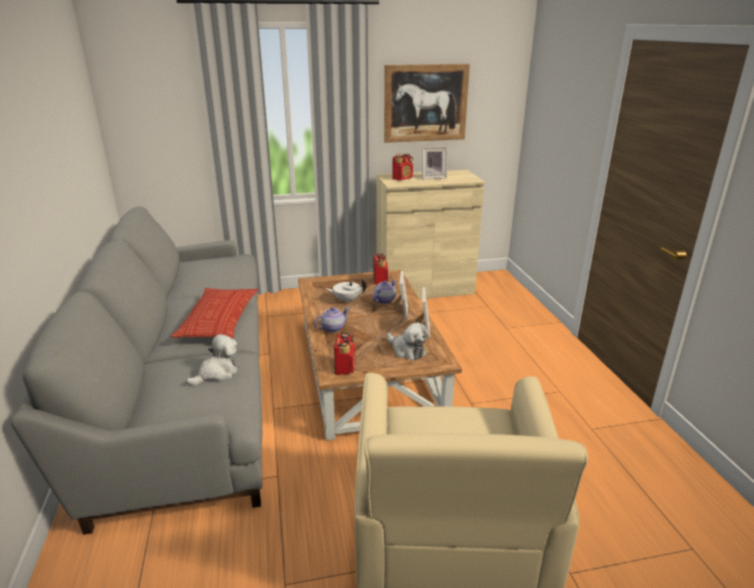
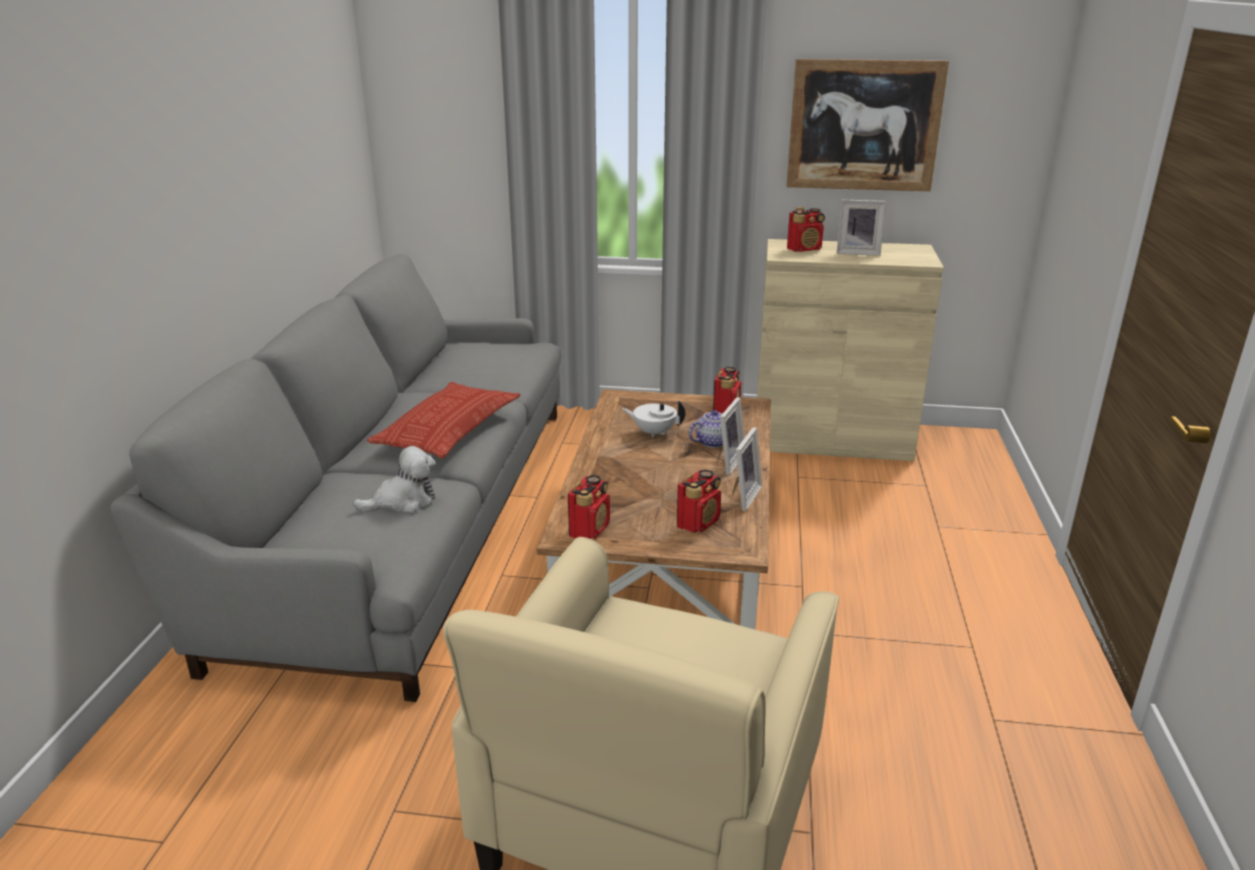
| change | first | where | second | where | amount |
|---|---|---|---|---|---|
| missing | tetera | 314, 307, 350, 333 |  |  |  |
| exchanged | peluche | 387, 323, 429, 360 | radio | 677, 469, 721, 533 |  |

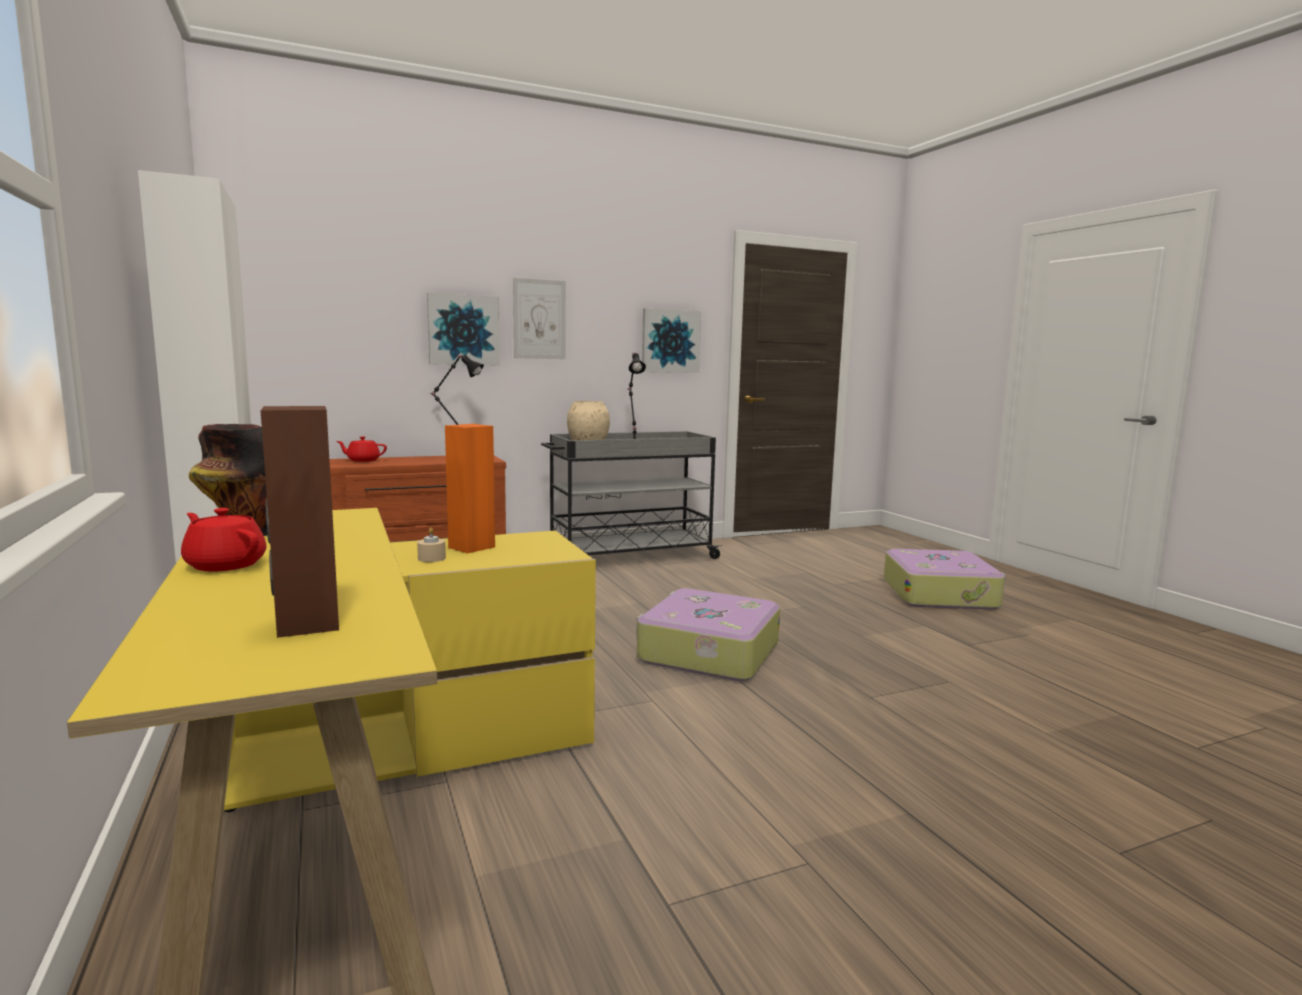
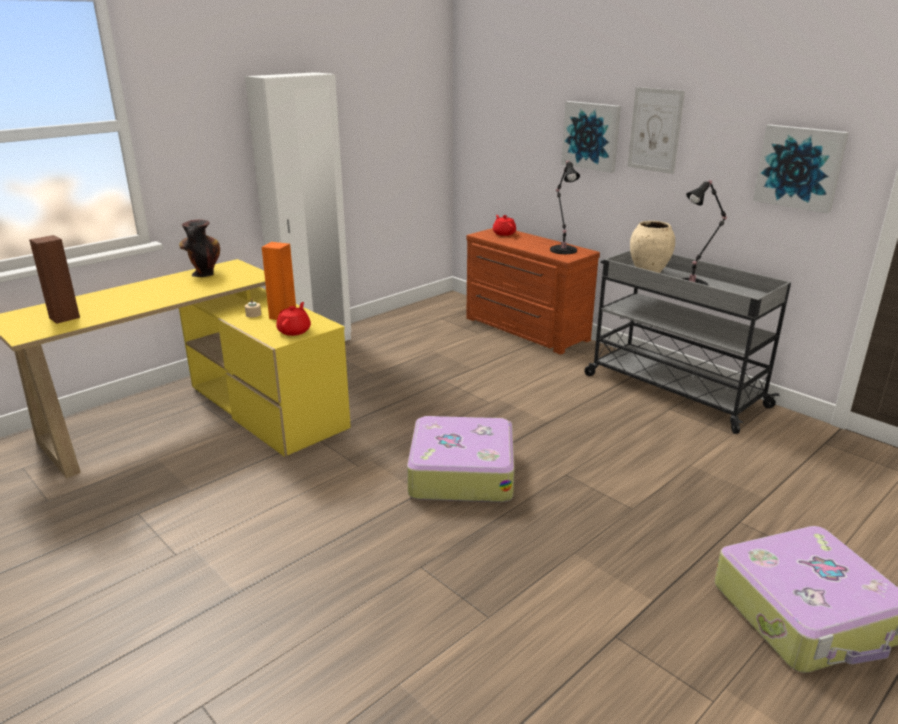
| change | first | where | second | where | amount |
|---|---|---|---|---|---|
| relocated | tetera (rojo) | 181, 508, 267, 571 |  | 276, 302, 311, 336 |  |

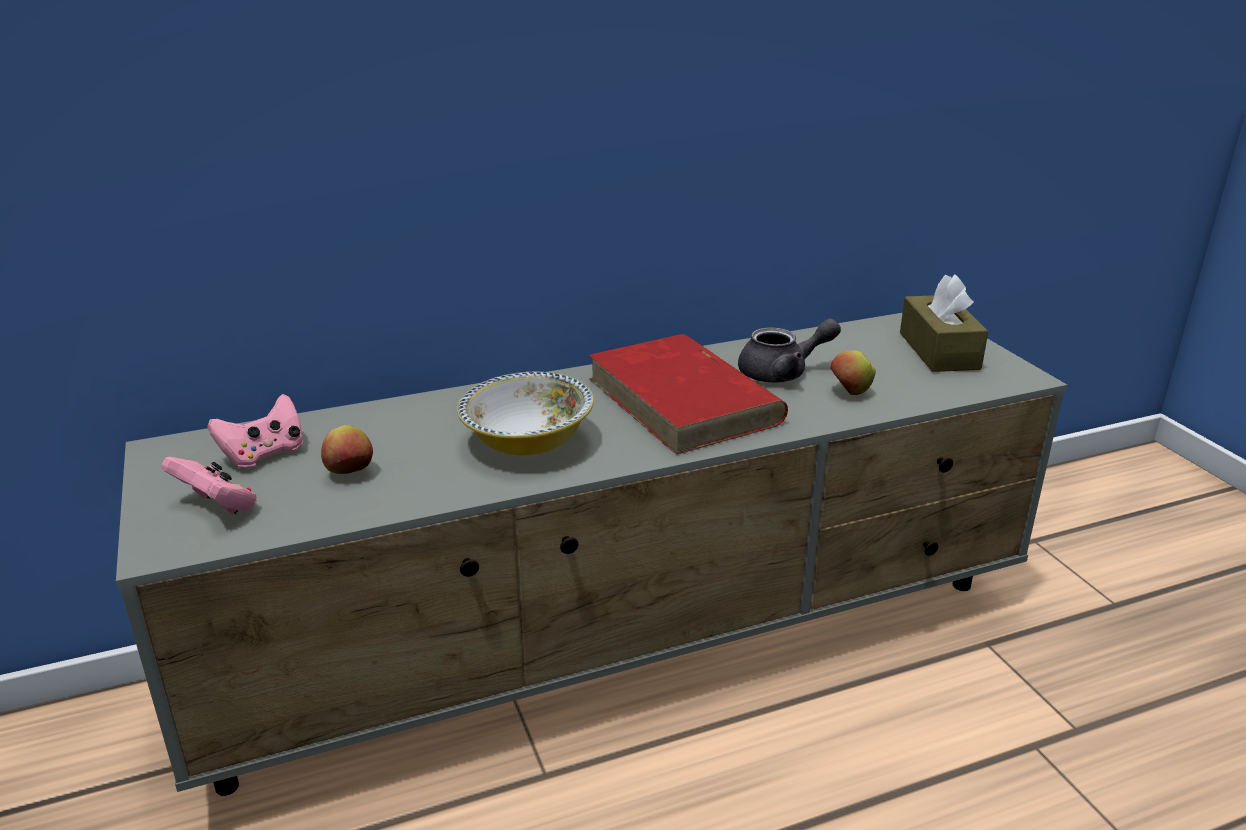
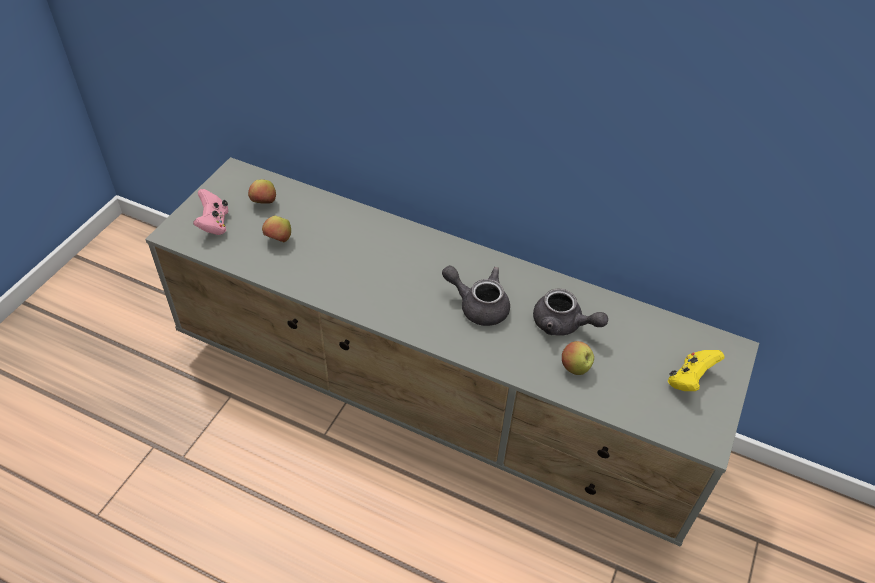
| change | first | where | second | where | amount |
|---|---|---|---|---|---|
| exchanged | mando de consola (rosa) | 207, 394, 304, 469 | manzana | 248, 179, 276, 203 |  |
| missing | cuenco | 457, 372, 594, 456 |  |  |  |
| exchanged | libro (rojo) | 589, 334, 788, 455 | tetera (gris) | 442, 265, 510, 326 |  |
| exchanged | caja de pañuelos (marrón) | 900, 274, 988, 372 | mando de consola (amarillo) | 668, 350, 724, 391 |  |

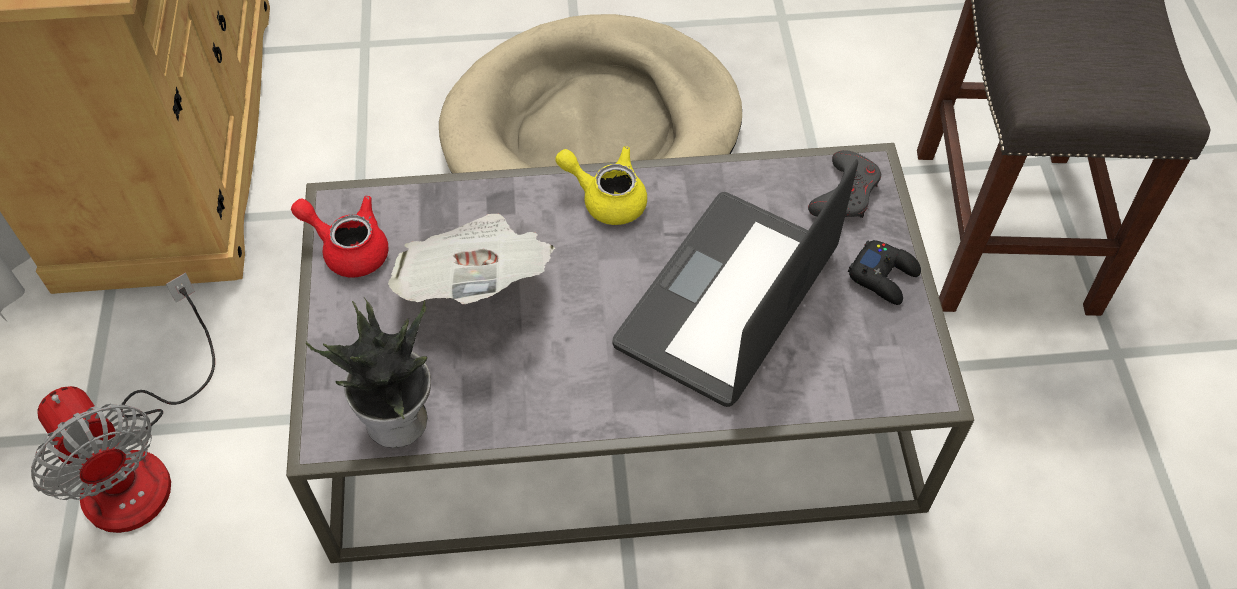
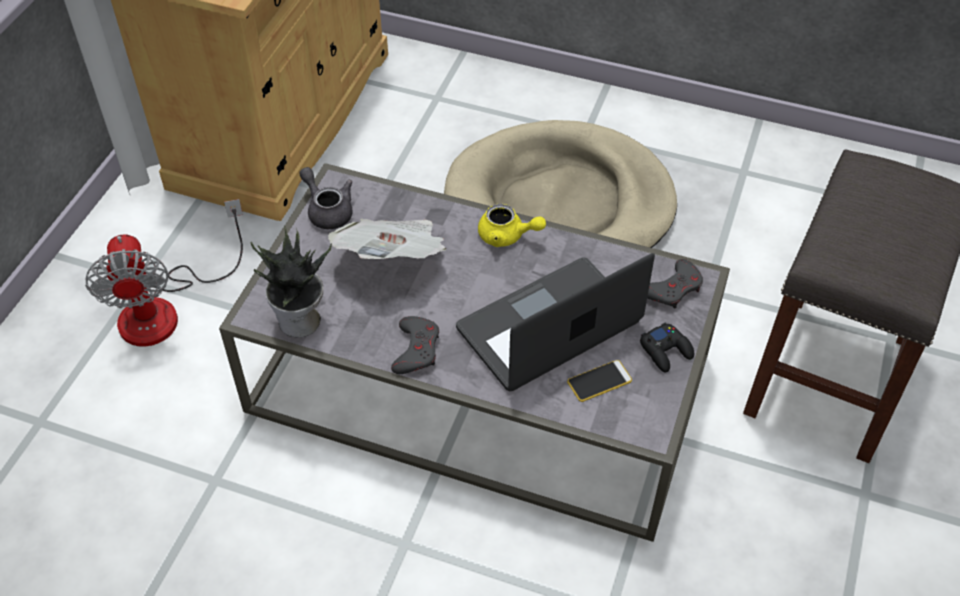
| change | first | where | second | where | amount |
|---|---|---|---|---|---|
| colour | tetera (rojo) | 291, 196, 389, 277 | tetera (gris) | 299, 167, 353, 229 |  |
| spun | tetera (amarillo) | 555, 146, 647, 225 |  | 478, 204, 546, 247 | 150 degrees clockwise |
| appeared |  |  | mando de consola (gris) | 391, 316, 439, 374 |  |
| appeared |  |  | móvil | 567, 360, 632, 402 |  |

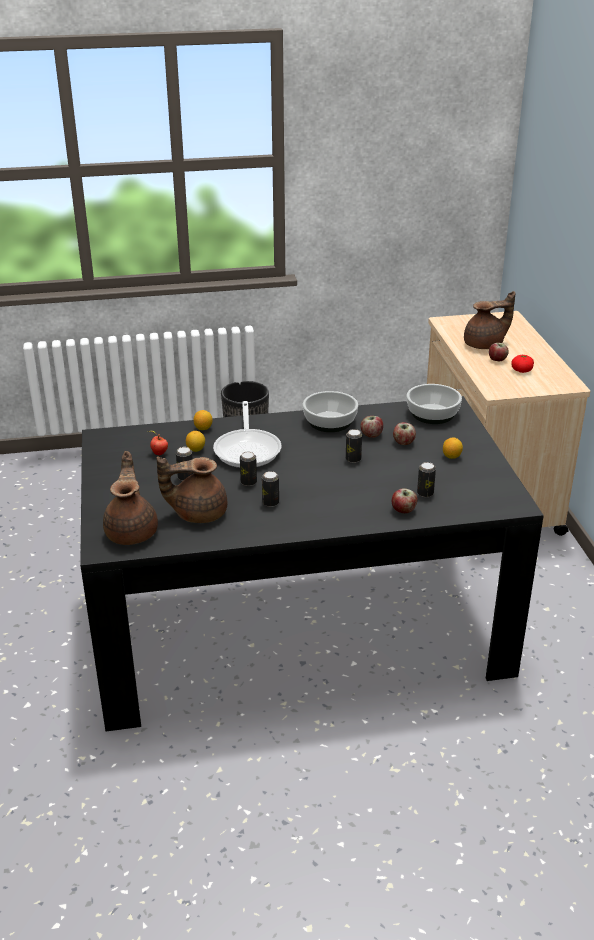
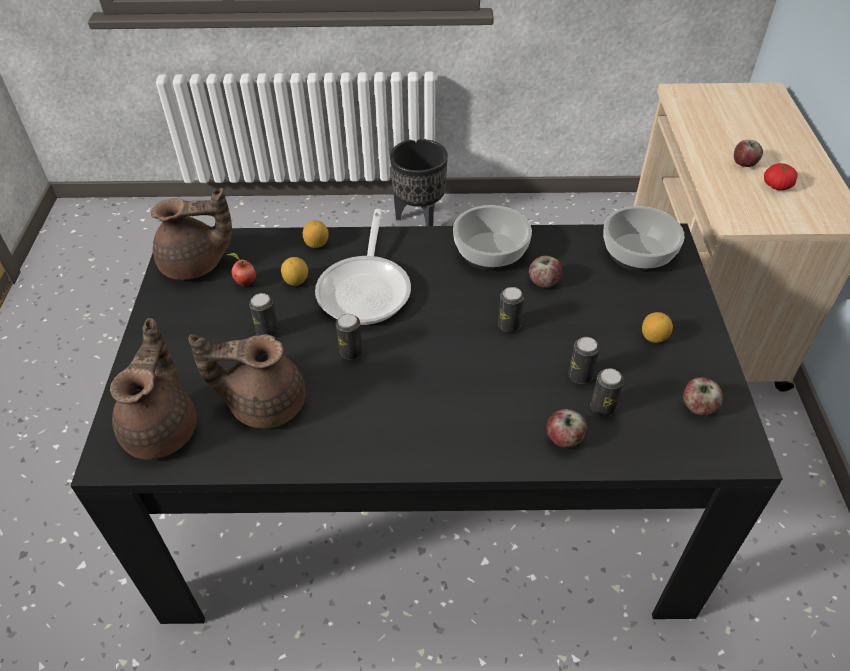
| change | first | where | second | where | amount |
|---|---|---|---|---|---|
| relocated | lata | 262, 471, 279, 507 |  | 569, 337, 600, 384 |  |
| relocated | manzana | 393, 422, 416, 445 |  | 683, 377, 723, 415 |  |
| relocated | tetera (marrón) | 464, 291, 515, 349 |  | 151, 188, 232, 280 |  |

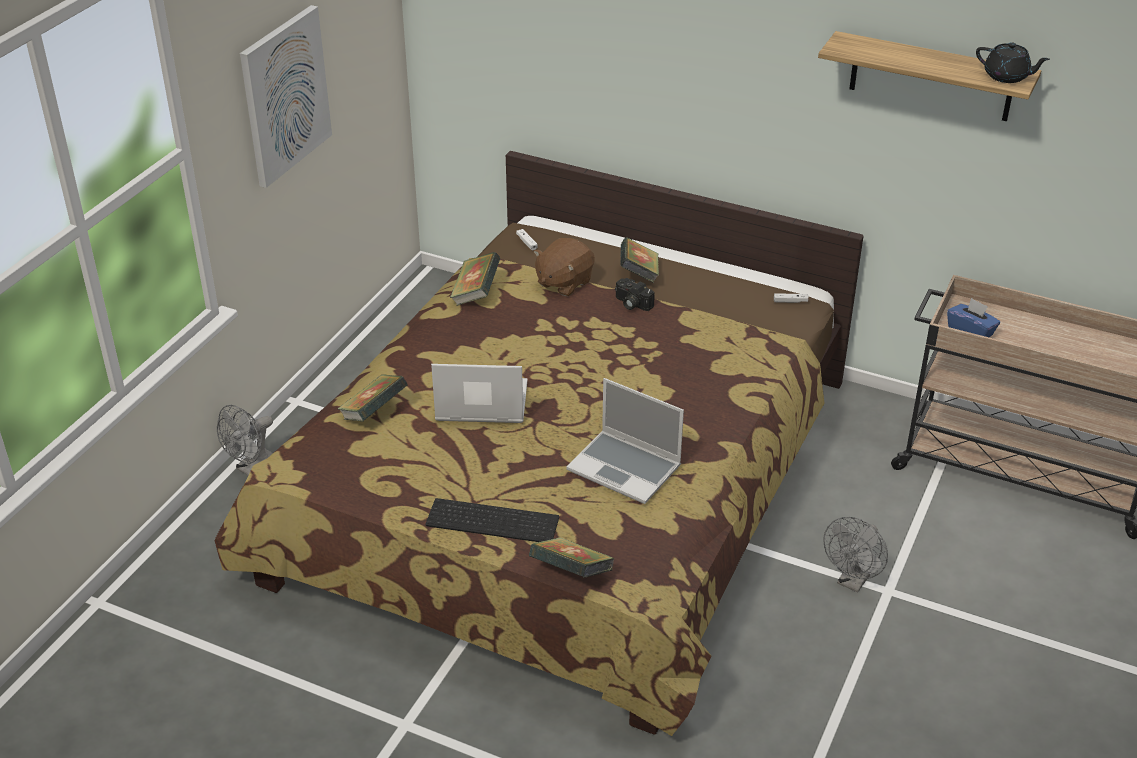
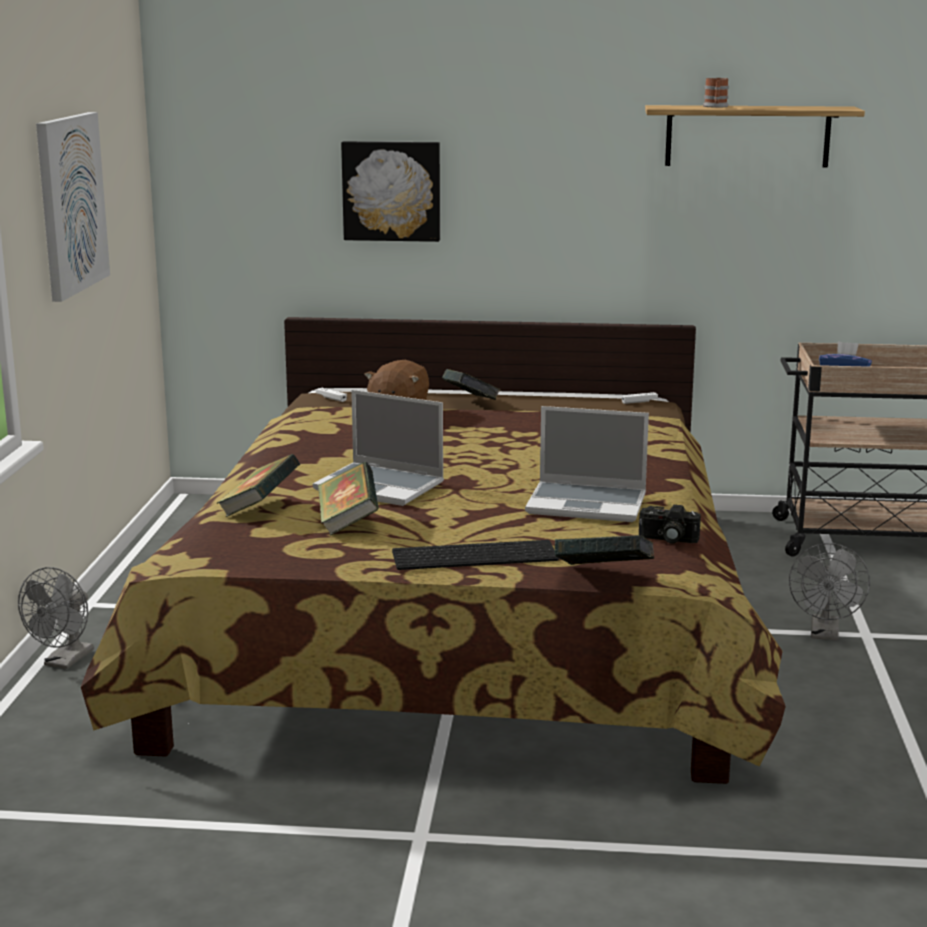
| change | first | where | second | where | amount |
|---|---|---|---|---|---|
| spun | portátil | 431, 364, 528, 423 |  | 313, 390, 444, 506 | 135 degrees counterclockwise |
| relocated | libro | 450, 252, 501, 306 |  | 318, 462, 379, 536 |  |
| relocated | cámara | 615, 278, 655, 311 |  | 639, 505, 701, 543 |  |
| missing | tetera (negro) | 976, 42, 1050, 83 |  |  |  |
| appeared |  |  | cuadro | 341, 141, 440, 242 |  |
| appeared |  |  | taza grande | 703, 78, 729, 107 |  |

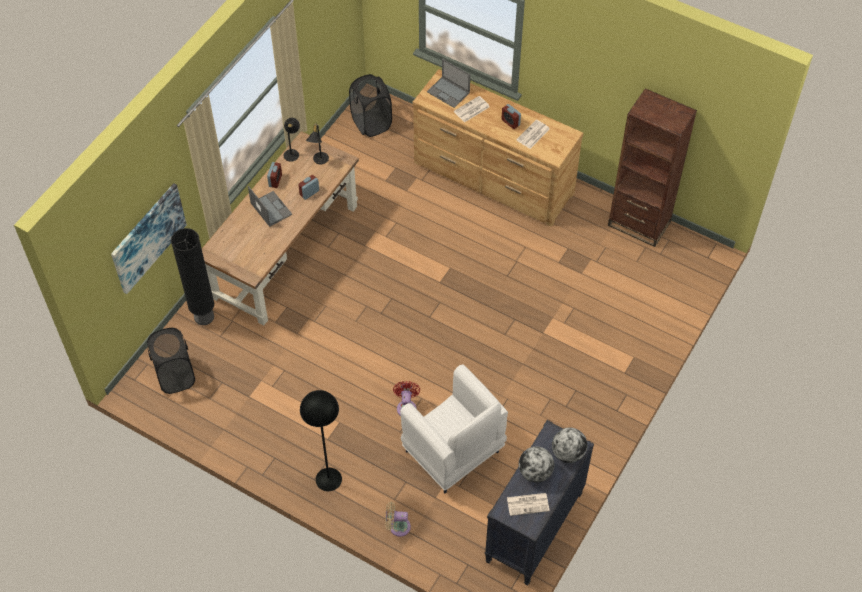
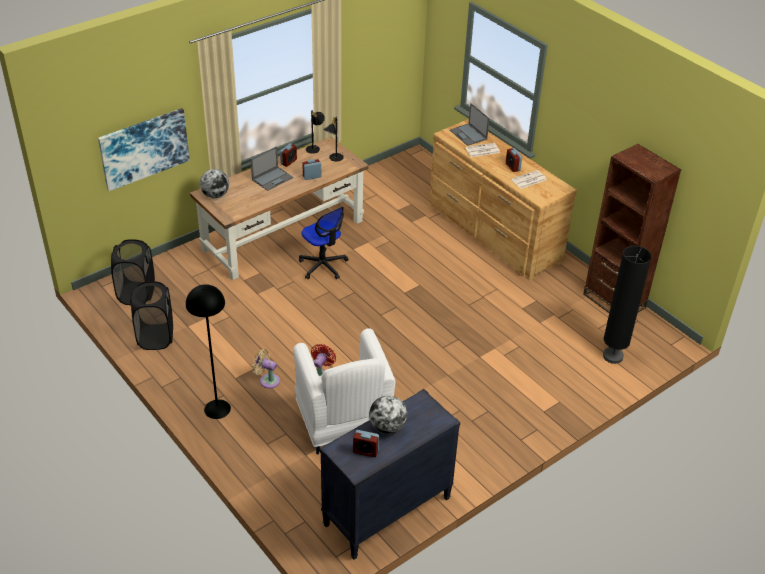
| change | first | where | second | where | amount |
|---|---|---|---|---|---|
| relocated | lámpara de pie (negro) | 171, 228, 214, 325 |  | 603, 246, 652, 364 |  |
| spun | portátil | 248, 186, 292, 227 |  | 251, 146, 293, 191 | 60 degrees clockwise |
| relocated | cesto de la ropa (negro) | 349, 74, 392, 137 |  | 130, 281, 173, 350 |  |
| relocated | ventilador (beis) | 385, 502, 411, 537 |  | 252, 349, 280, 389 |  |
| exchanged | periódico | 507, 493, 550, 516 | despertador | 353, 430, 379, 457 |  |
| relocated | globo terráqueo | 552, 428, 588, 463 |  | 200, 169, 229, 198 |  |
| appeared |  |  | silla de oficina | 299, 207, 349, 279 |  |

